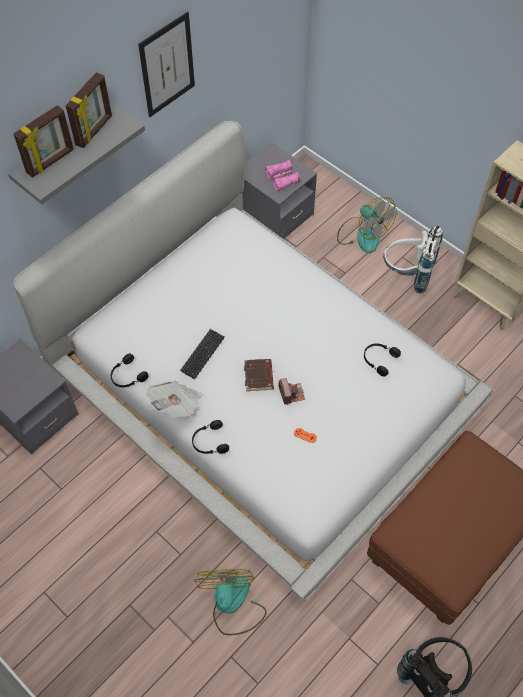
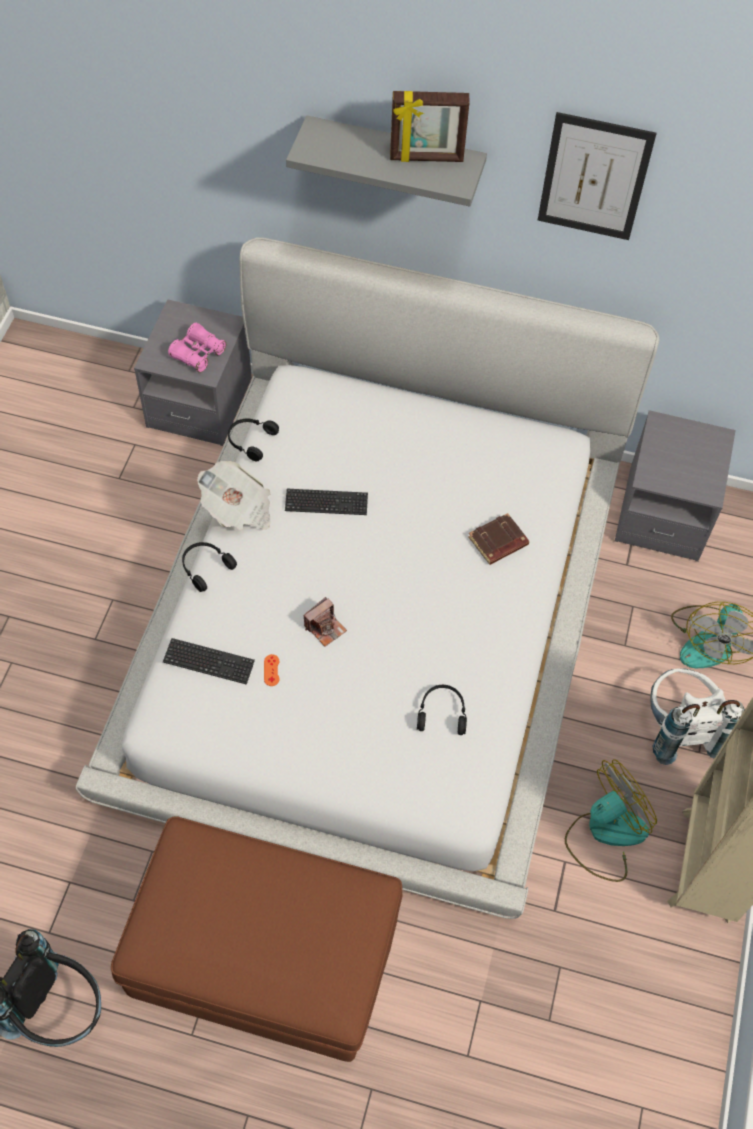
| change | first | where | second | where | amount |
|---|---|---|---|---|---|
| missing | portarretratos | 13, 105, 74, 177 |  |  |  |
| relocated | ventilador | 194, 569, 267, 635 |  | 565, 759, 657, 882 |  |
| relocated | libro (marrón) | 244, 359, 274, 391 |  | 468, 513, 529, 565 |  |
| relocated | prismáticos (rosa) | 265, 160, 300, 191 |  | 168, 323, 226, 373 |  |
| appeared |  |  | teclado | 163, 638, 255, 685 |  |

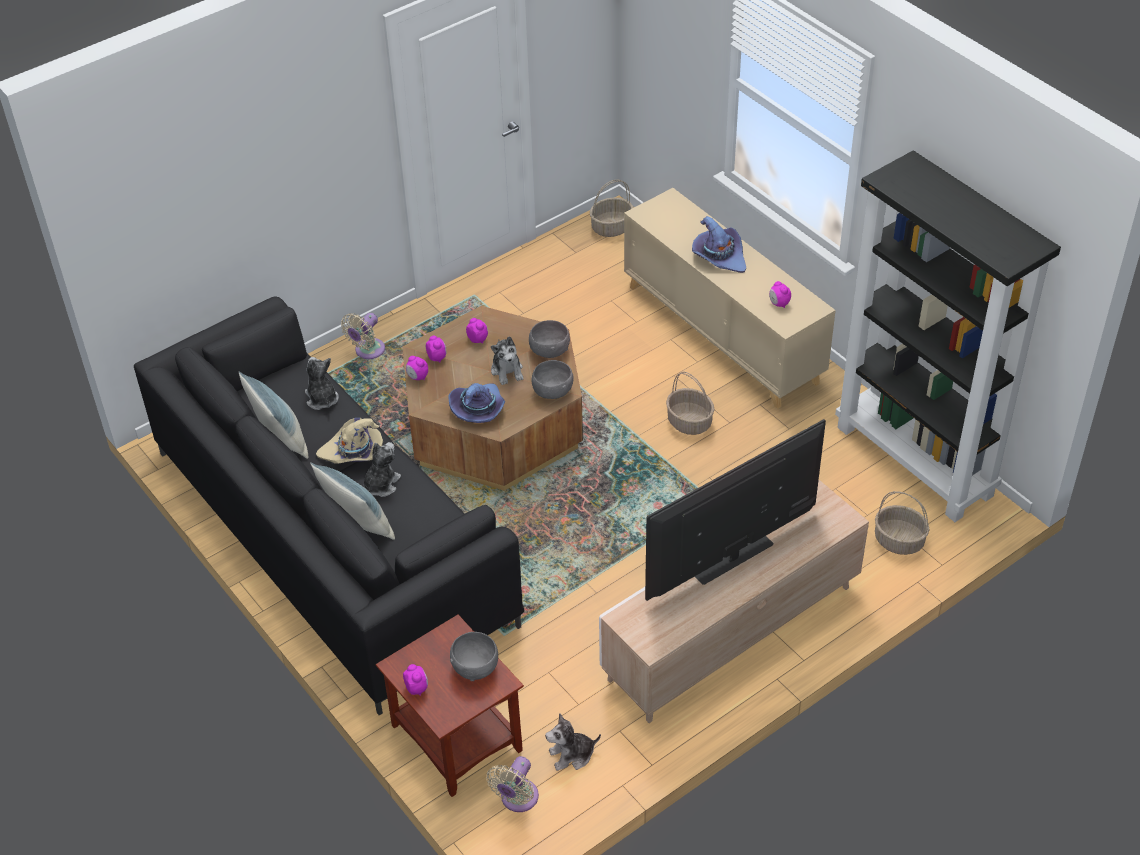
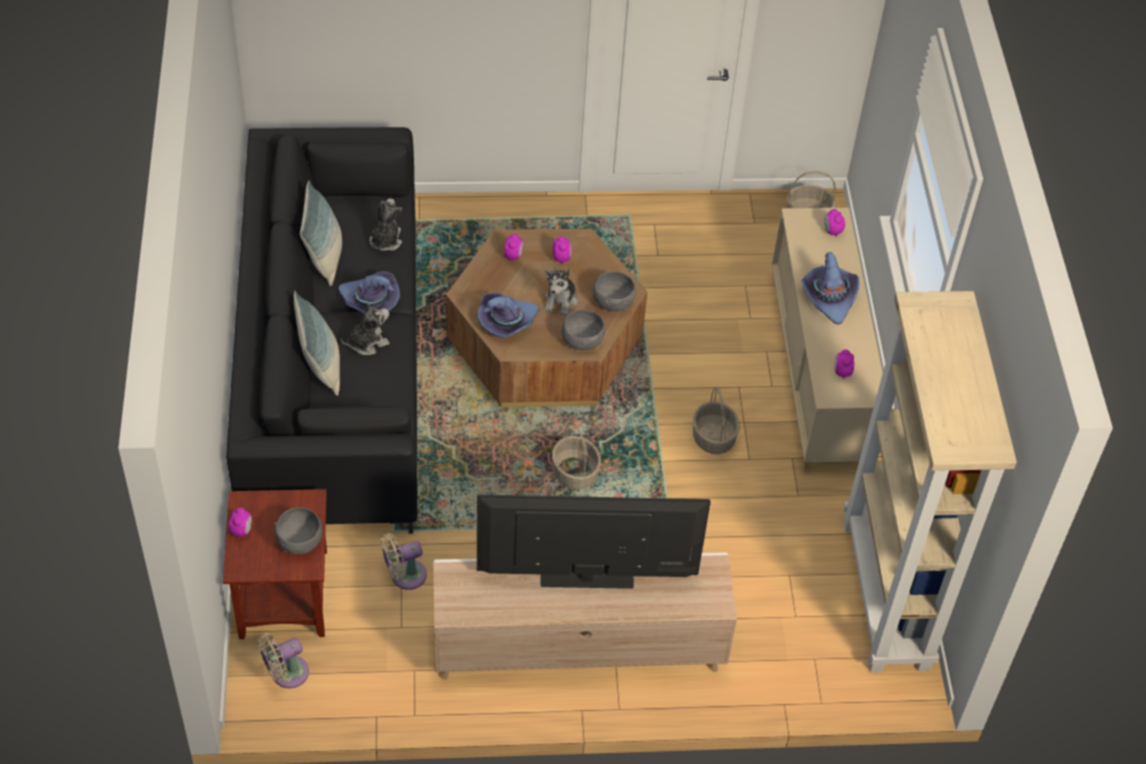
| change | first | where | second | where | amount |
|---|---|---|---|---|---|
| colour | sombrero (beis) | 316, 418, 383, 463 | sombrero (morado) | 338, 271, 400, 313 |  |
| relocated | ventilador (beis) | 341, 313, 385, 359 |  | 381, 533, 427, 590 |  |
| relocated | despertador | 406, 356, 428, 380 |  | 824, 209, 845, 237 |  |
| missing | peluche | 545, 713, 601, 771 |  |  |  |
| colour | estantería (negro) | 835, 150, 1061, 522 | estantería (beis) | 843, 291, 1017, 672 |  |
| relocated | cesta | 875, 491, 930, 555 |  | 552, 422, 601, 490 |  |

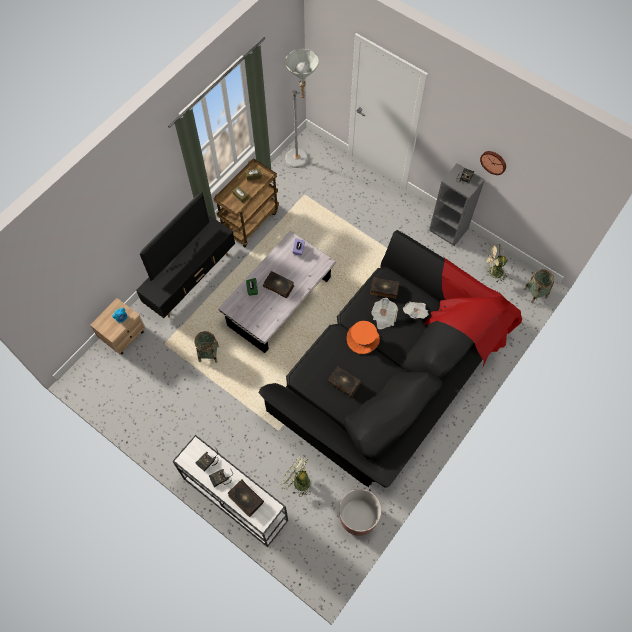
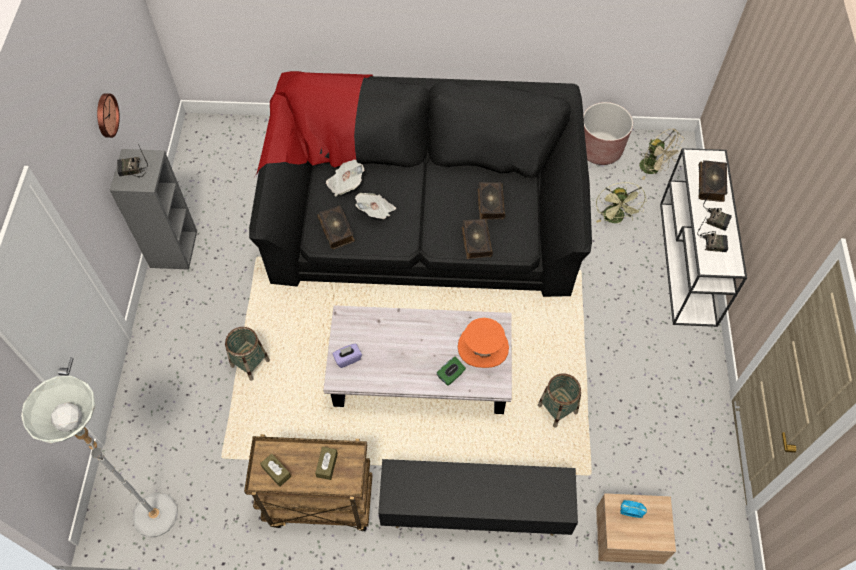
| change | first | where | second | where | amount |
|---|---|---|---|---|---|
| missing | televisor | 140, 192, 209, 281 |  |  |  |
| relocated | libro | 263, 271, 294, 298 |  | 462, 219, 493, 259 |  |
| relocated | sombrero (naranja) | 347, 321, 380, 354 |  | 458, 318, 509, 368 |  |
| relocated | ventilador (beis) | 485, 244, 509, 283 |  | 639, 129, 683, 180 |  |
| relocated | cesta | 524, 269, 554, 303 |  | 225, 327, 270, 381 |  |

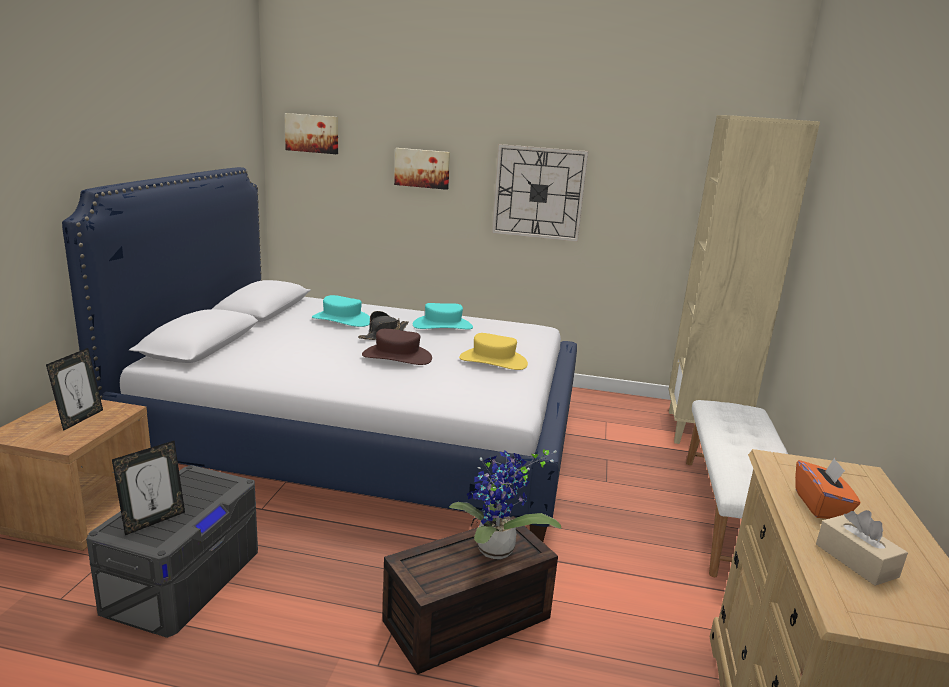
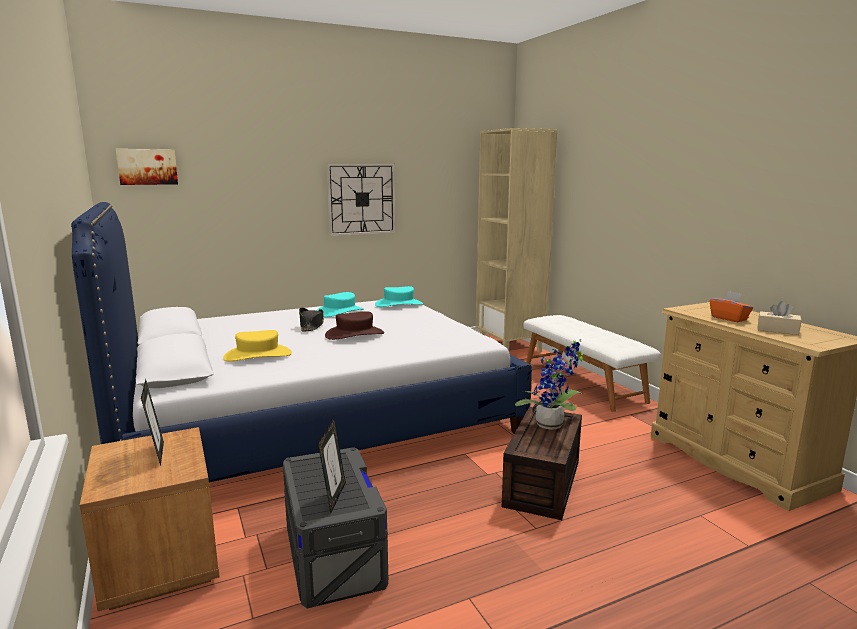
| change | first | where | second | where | amount |
|---|---|---|---|---|---|
| relocated | sombrero (turquesa) | 312, 295, 370, 327 |  | 375, 286, 423, 307 |  |
| missing | cuadro | 394, 148, 450, 190 |  |  |  |
| relocated | sombrero (amarillo) | 459, 333, 528, 370 |  | 223, 330, 292, 362 |  |

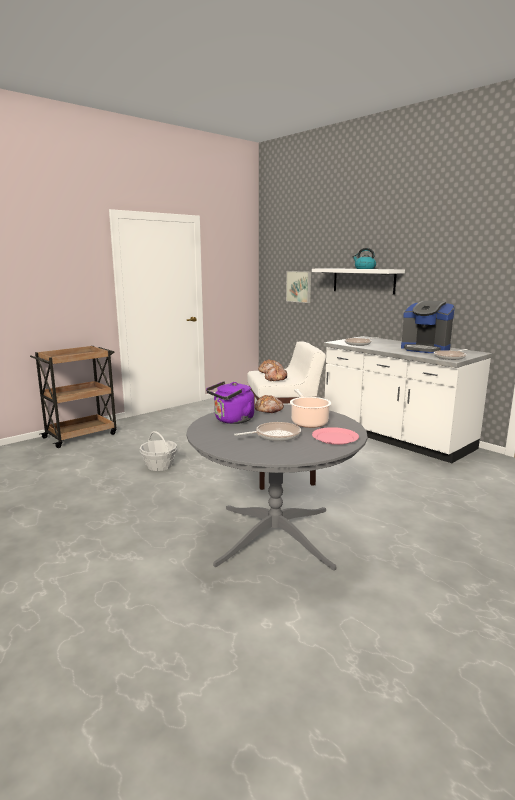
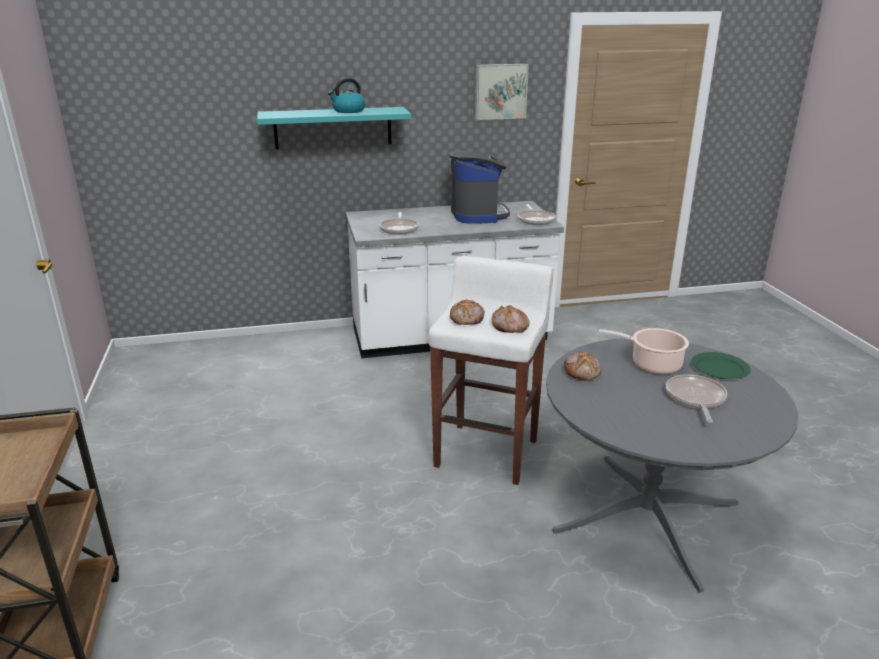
| change | first | where | second | where | amount |
|---|---|---|---|---|---|
| missing | cesta | 140, 431, 177, 471 |  |  |  |
| missing | hervidor (morado) | 206, 381, 254, 424 |  |  |  |
| relocated | cuadro | 286, 271, 311, 303 |  | 475, 64, 529, 120 |  |
| colour | estante (blanco) | 312, 268, 405, 295 | estante (turquesa) | 257, 107, 411, 149 |  |
| colour | plato (rosa) | 312, 427, 359, 445 | plato (verde) | 691, 352, 751, 379 |  |
| spun | cafetera | 401, 301, 455, 353 |  | 449, 151, 510, 224 | 75 degrees counterclockwise |

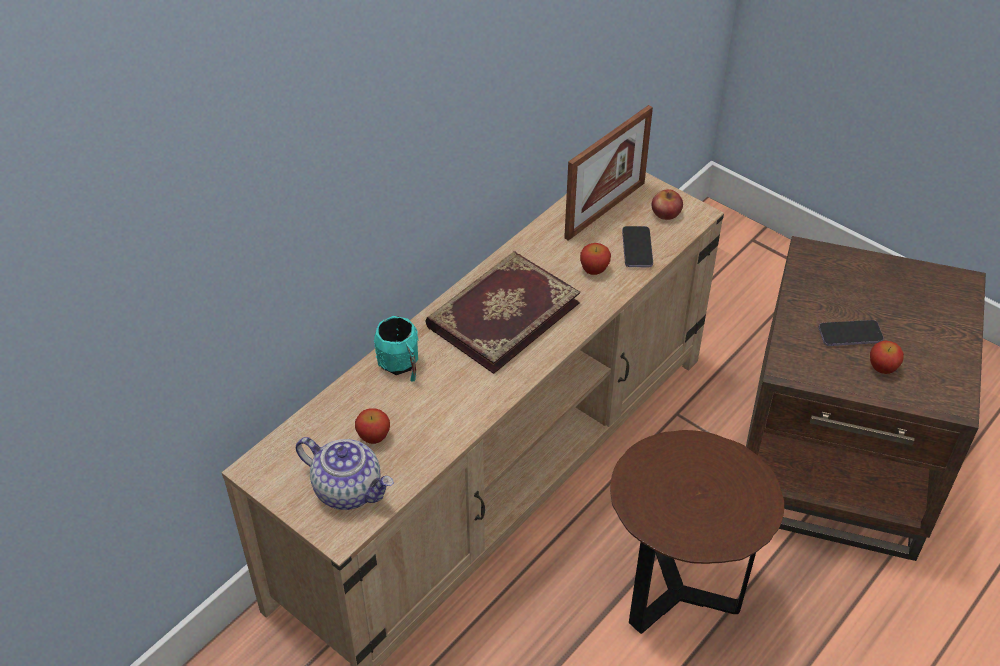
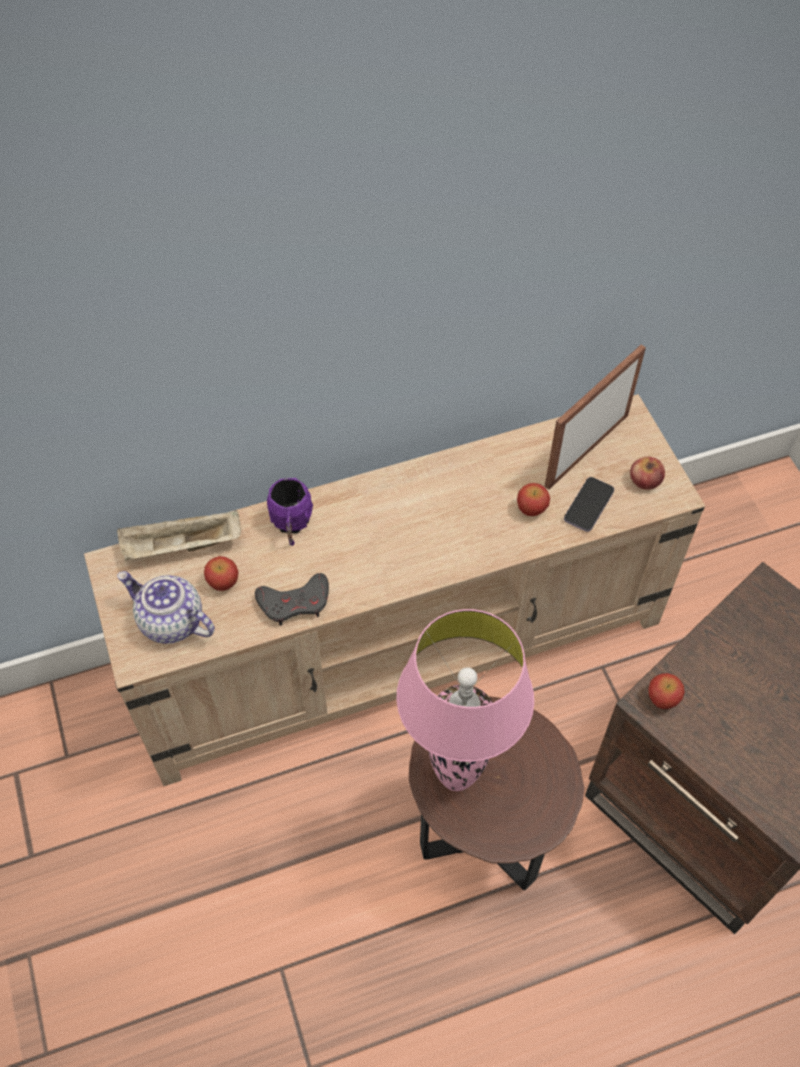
| change | first | where | second | where | amount |
|---|---|---|---|---|---|
| spun | tetera | 296, 437, 394, 510 |  | 117, 571, 215, 644 | 150 degrees clockwise |
| colour | taza grande (turquesa) | 374, 316, 419, 381 | taza grande (morado) | 267, 478, 313, 546 |  |
| missing | libro | 425, 251, 580, 374 |  |  |  |
| spun | portarretratos | 564, 105, 653, 241 |  | 545, 345, 646, 489 | 150 degrees clockwise |
| missing | móvil | 818, 320, 884, 346 |  |  |  |
| relocated | manzana | 870, 341, 904, 374 |  | 648, 673, 685, 709 |  |
| appeared |  |  | bandeja (beis) | 117, 510, 241, 560 |  |
| appeared |  |  | mando de consola (gris) | 255, 573, 329, 626 |  |
| appeared |  |  | lámpara de mesa (rosa) | 397, 609, 534, 791 |  |

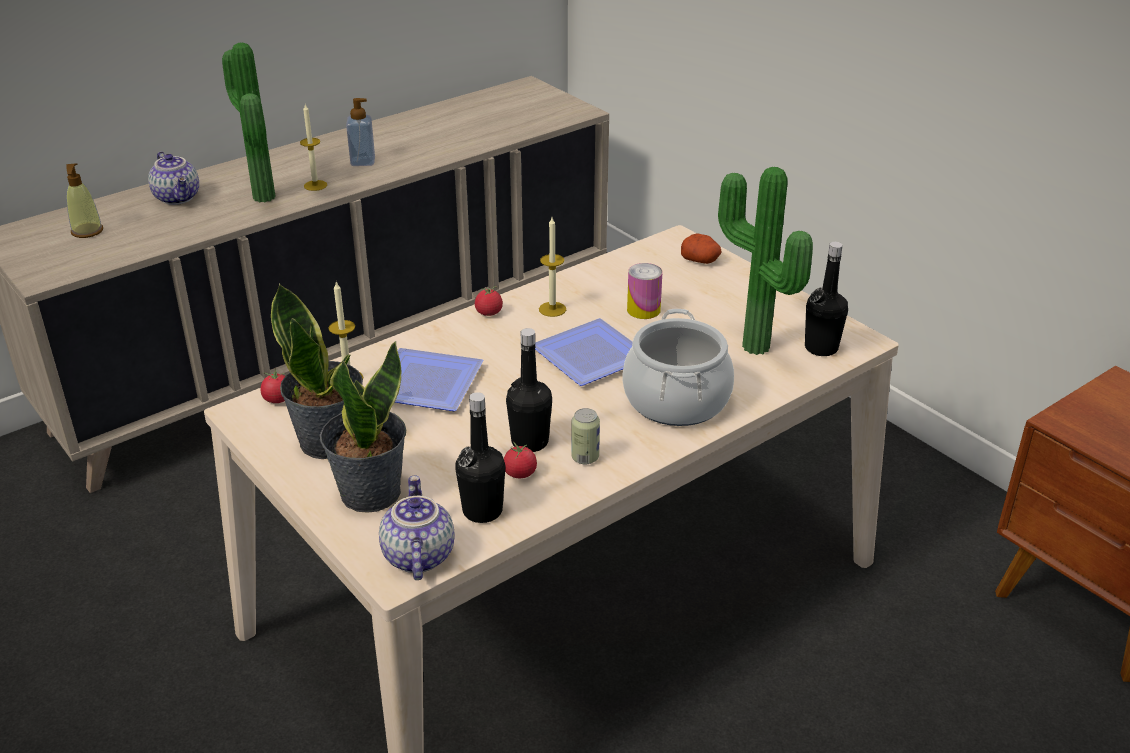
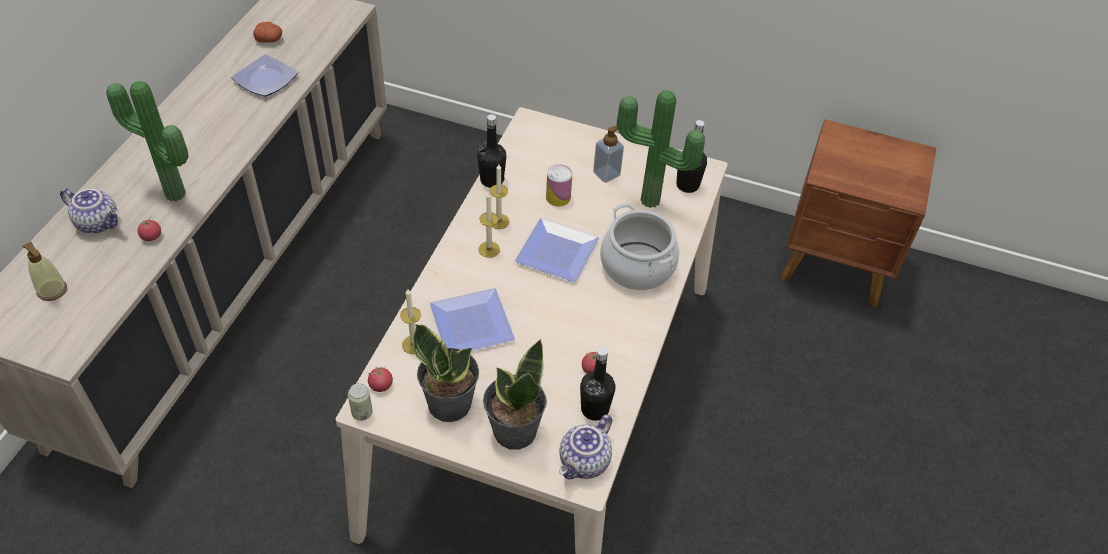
| change | first | where | second | where | amount |
|---|---|---|---|---|---|
| relocated | vela | 300, 104, 327, 191 |  | 479, 192, 500, 258 |  |
| relocated | dispensador de jabón | 346, 98, 375, 166 |  | 593, 125, 624, 183 |  |
| spun | tetera | 379, 475, 455, 580 |  | 559, 415, 612, 479 | 105 degrees counterclockwise |
| relocated | tomate | 475, 286, 503, 316 |  | 138, 217, 161, 241 |  |
| relocated | botella (negro) | 506, 328, 552, 452 |  | 477, 114, 507, 188 |  |
| relocated | lata | 572, 408, 600, 464 |  | 348, 383, 373, 421 |  |
| relocated | patata | 681, 234, 722, 264 |  | 253, 22, 282, 43 |  |
| appeared |  |  | plato | 231, 54, 298, 97 |  |

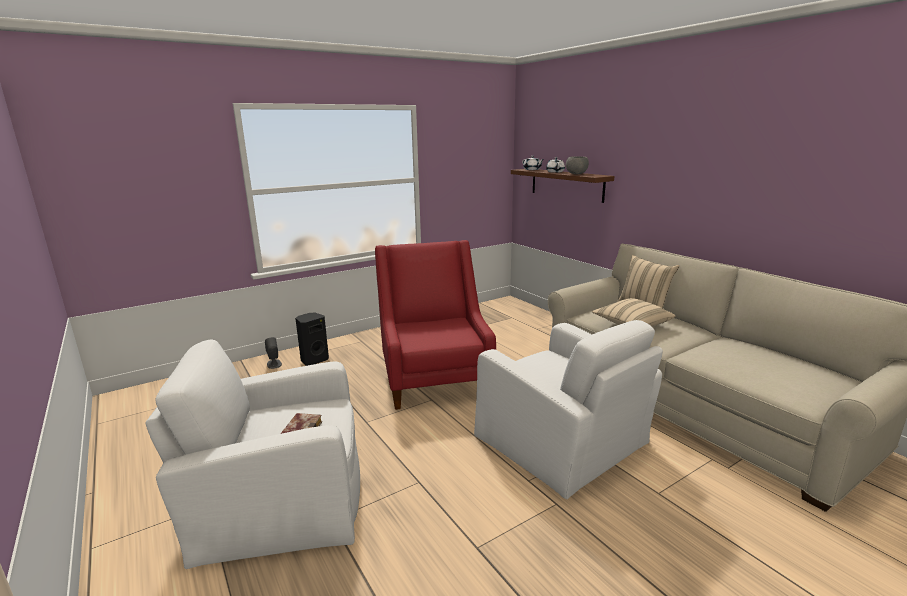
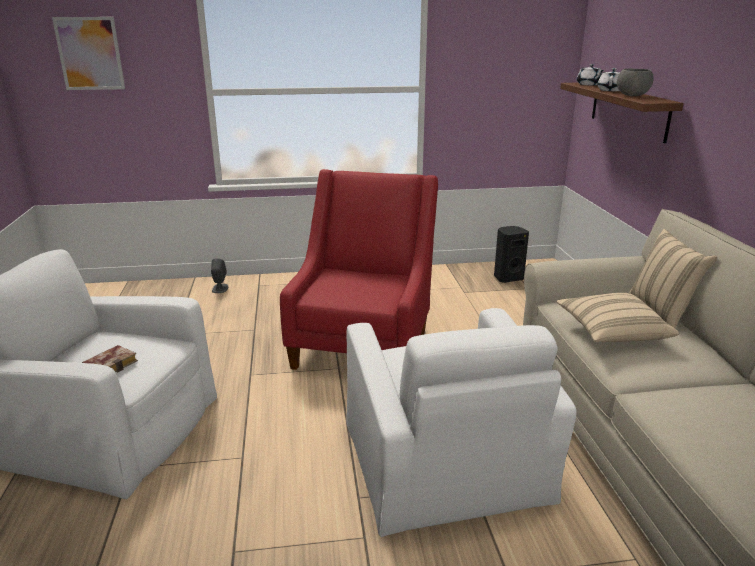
| change | first | where | second | where | amount |
|---|---|---|---|---|---|
| relocated | altavoz (negro) | 295, 313, 329, 366 |  | 494, 226, 529, 283 |  |
| appeared |  |  | cuadro | 52, 17, 125, 90 |  |

